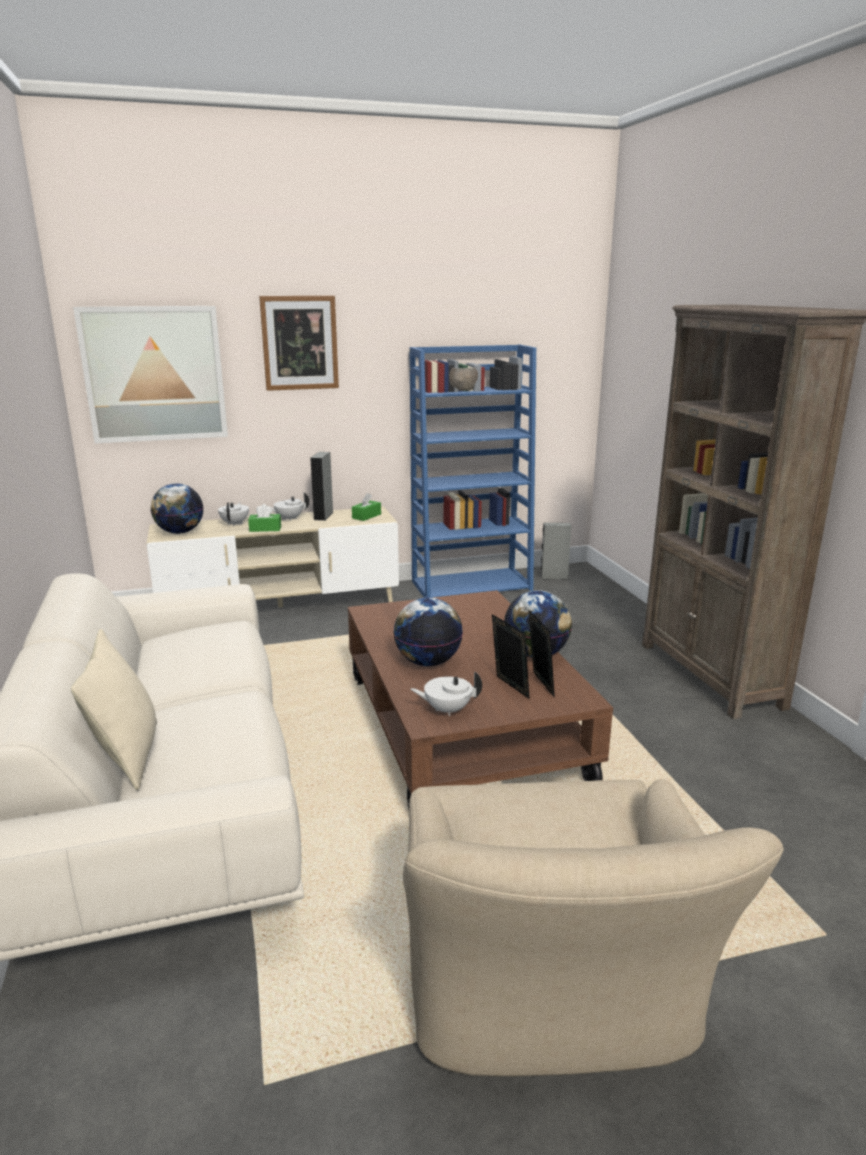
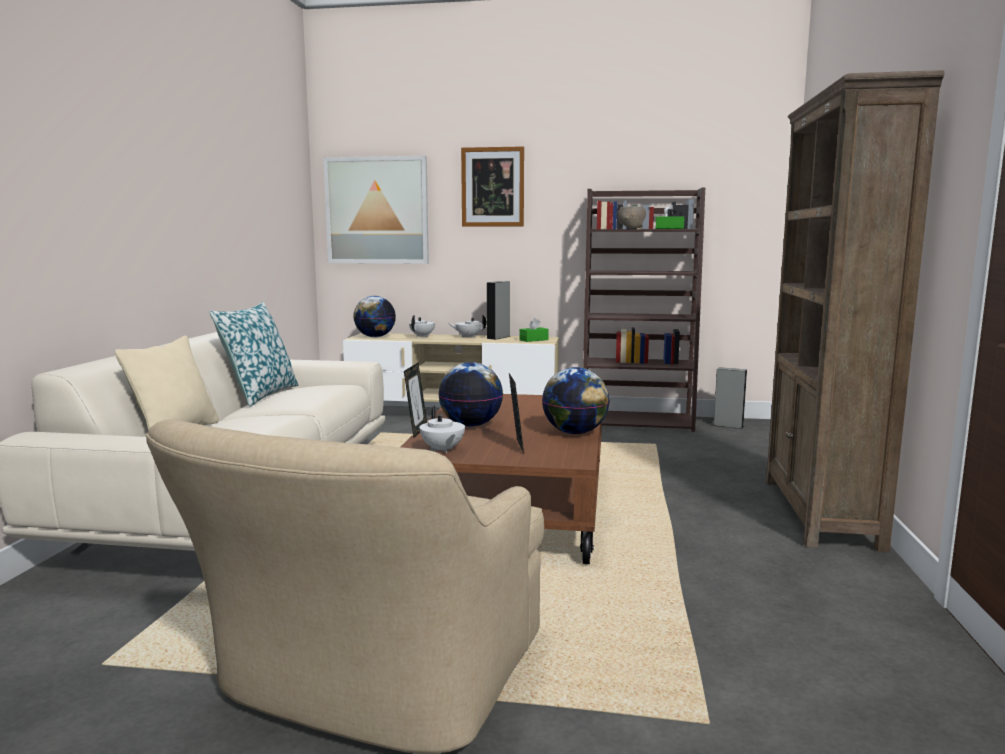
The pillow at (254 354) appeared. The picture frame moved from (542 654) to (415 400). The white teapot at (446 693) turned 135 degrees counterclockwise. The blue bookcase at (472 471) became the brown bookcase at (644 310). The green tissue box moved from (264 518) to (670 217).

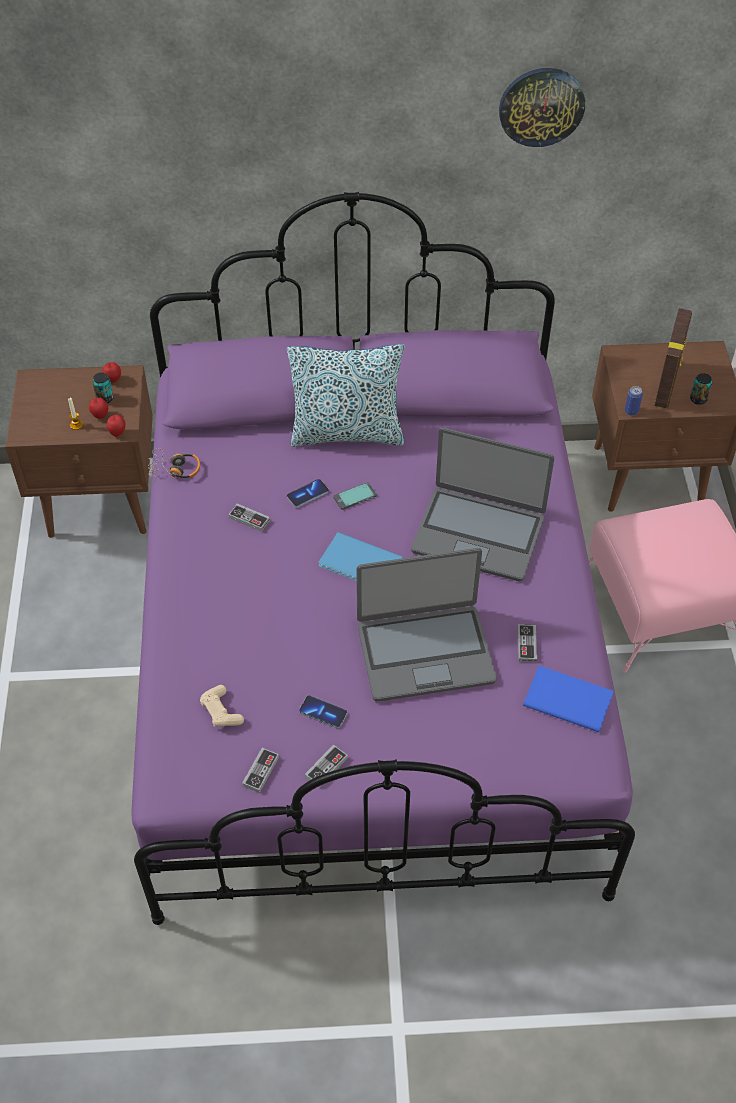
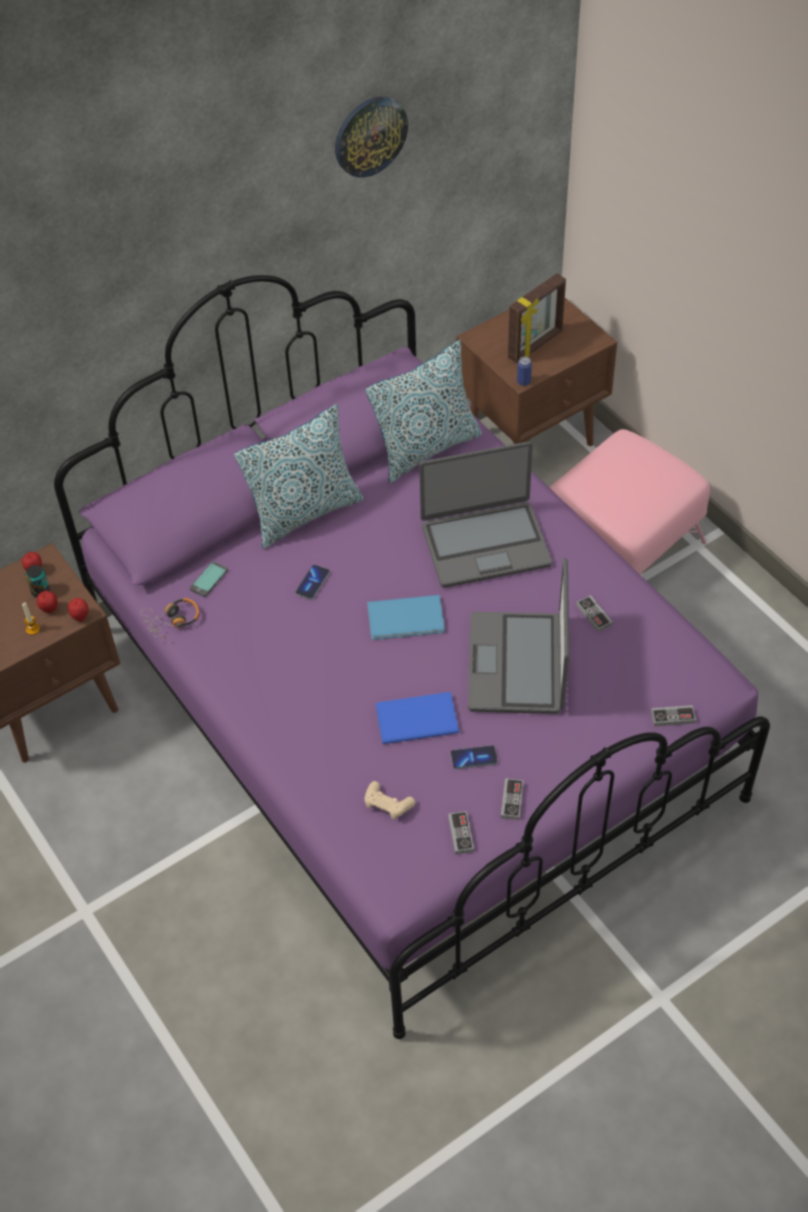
The phone moved from (355 496) to (209 579). The pillow at (423 411) appeared. The blue book moved from (568 699) to (417 718). The laptop at (426 625) turned 135 degrees clockwise. The picture frame at (673 358) turned 60 degrees clockwise. The game controller moved from (249 518) to (673 715). The can at (701 389) disappeared.

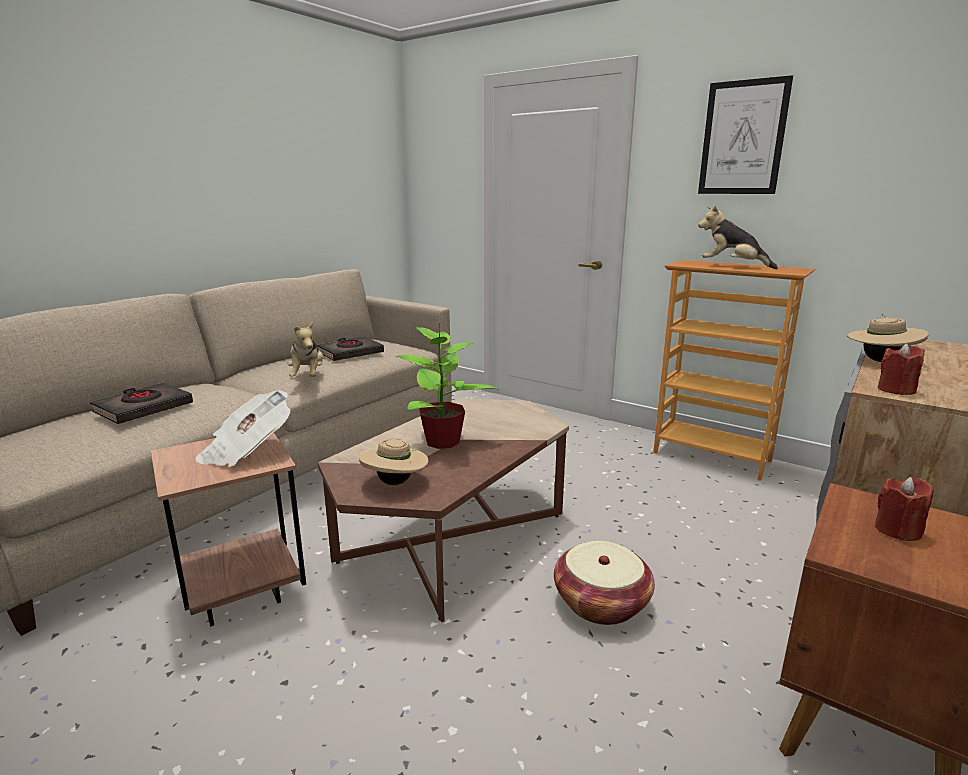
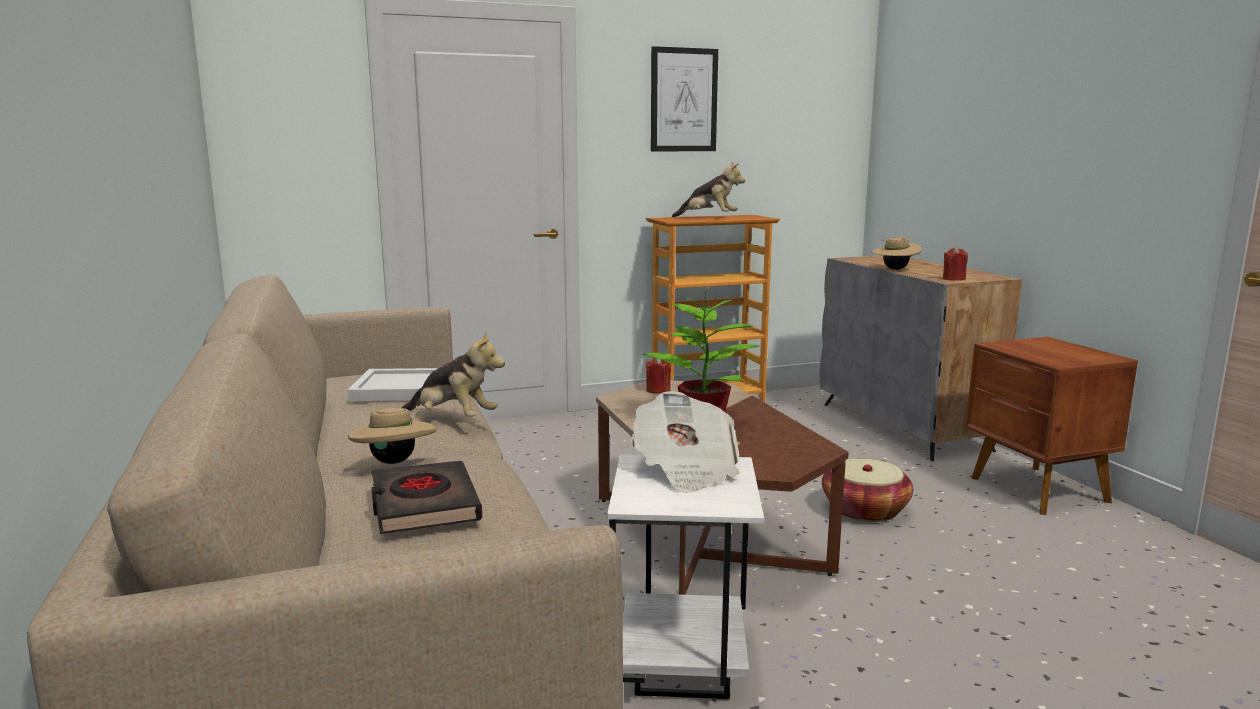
The black book at (350 349) was replaced by the white tray at (393 384). The beige hat moved from (394 462) to (392 434). The brown side table at (228 529) became the white side table at (685 576). The red candle moved from (904 509) to (658 376). The plush toy at (738 237) turned 135 degrees counterclockwise.

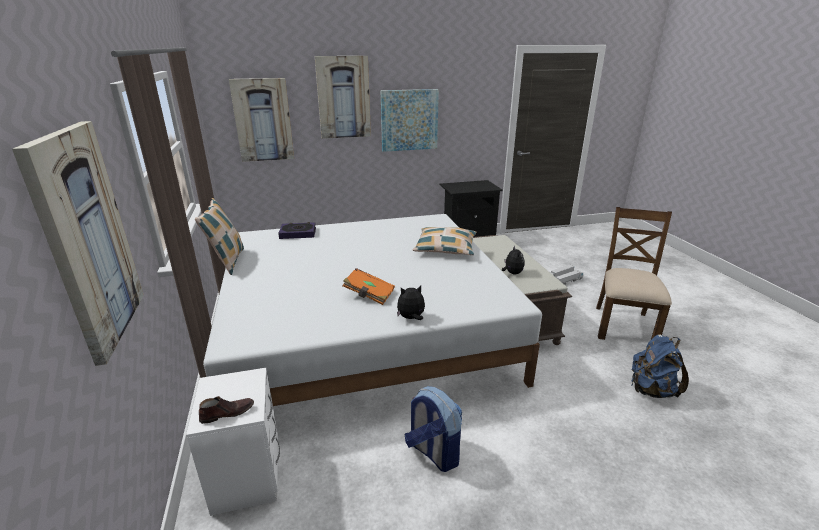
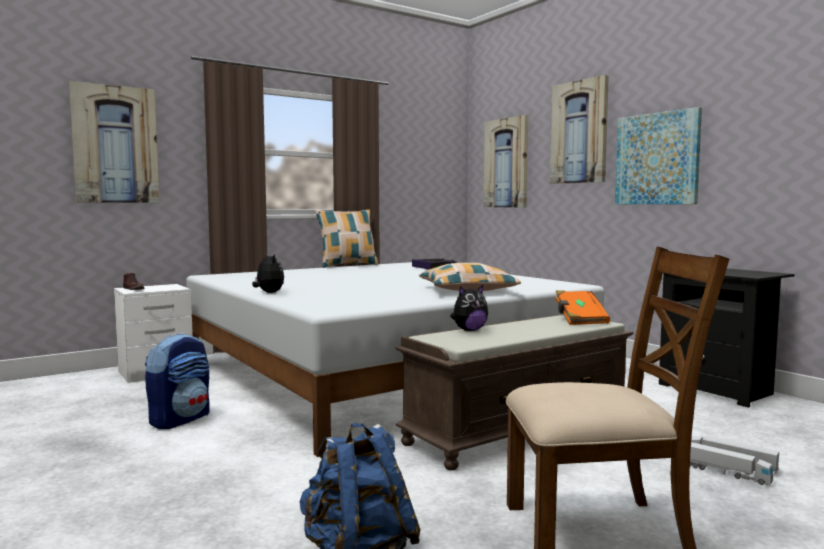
The orange book moved from (368 286) to (582 307).

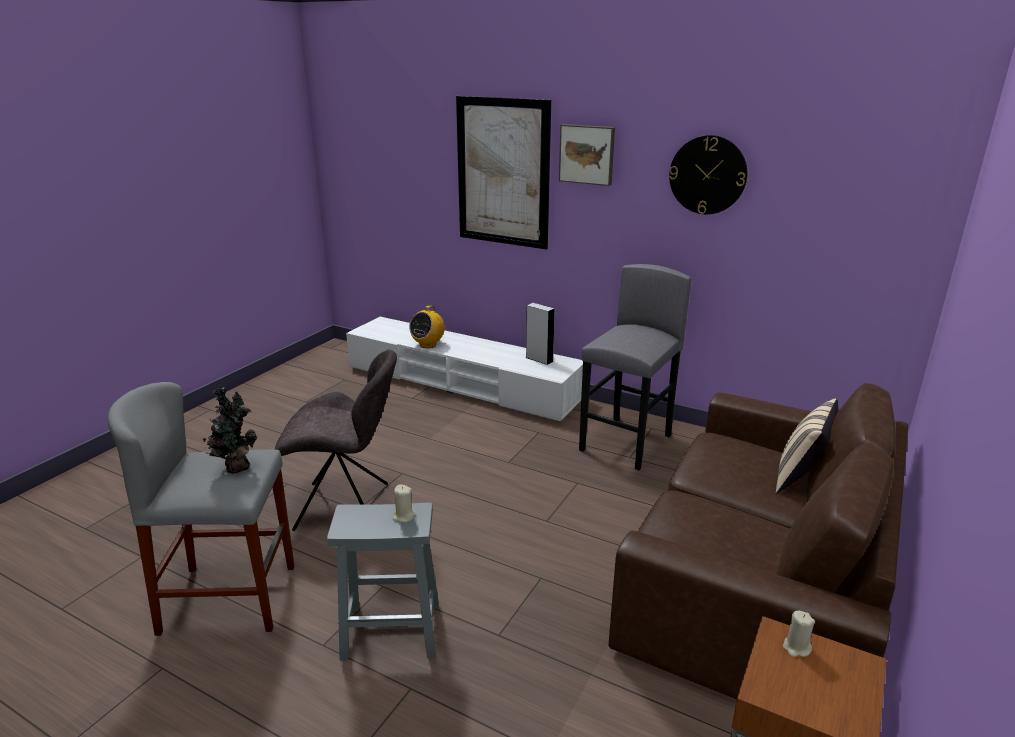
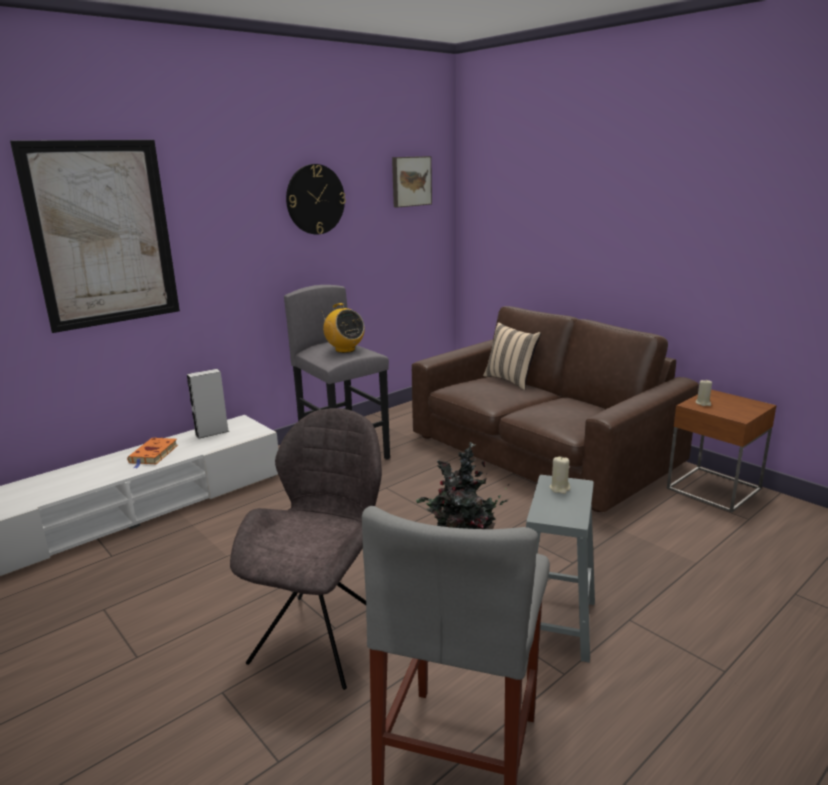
The orange book at (152 453) appeared. The radio moved from (427 327) to (343 328). The picture moved from (587 155) to (412 182).

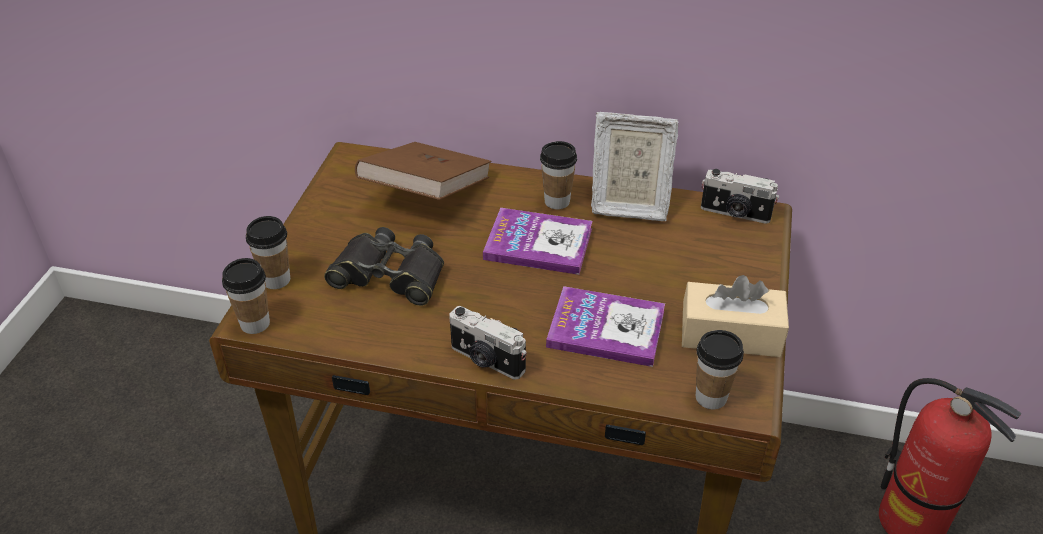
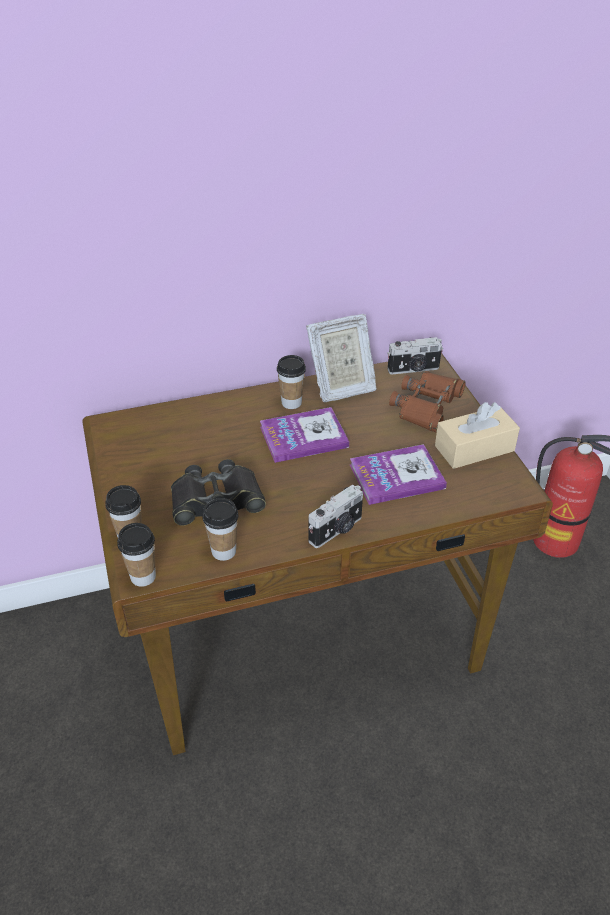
The cup moved from (720 369) to (220 529). The photo camera at (488 343) turned 45 degrees counterclockwise. The brown binoculars at (427 402) appeared. The brown book at (423 171) disappeared.

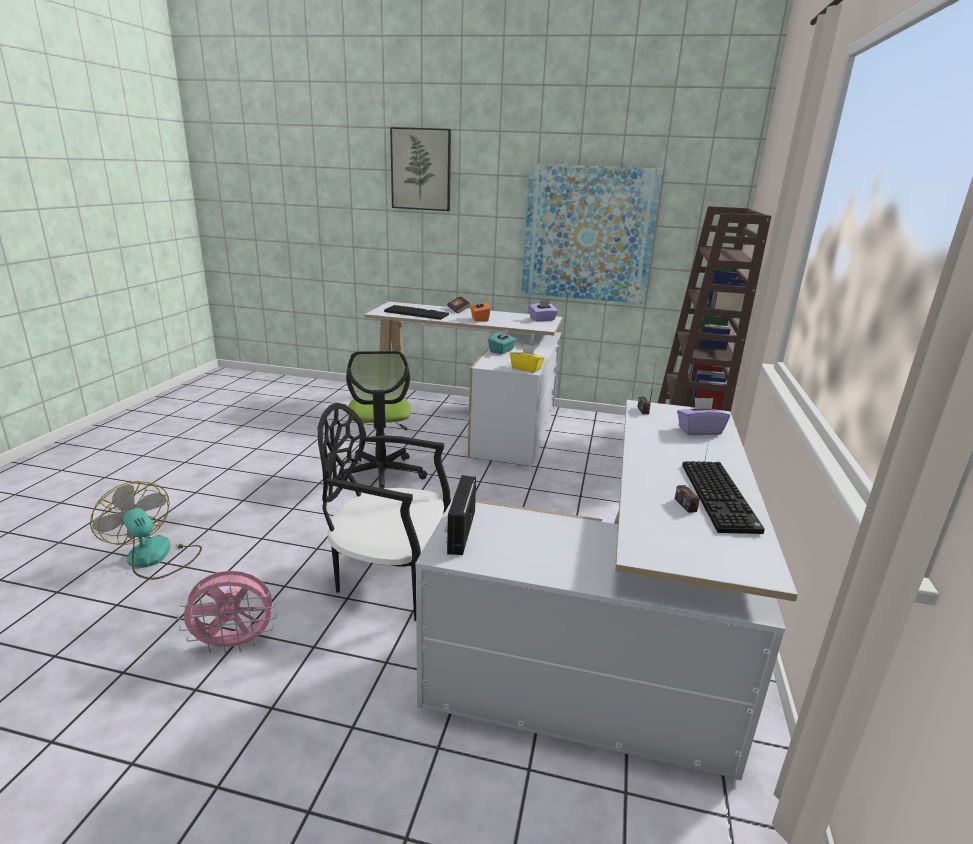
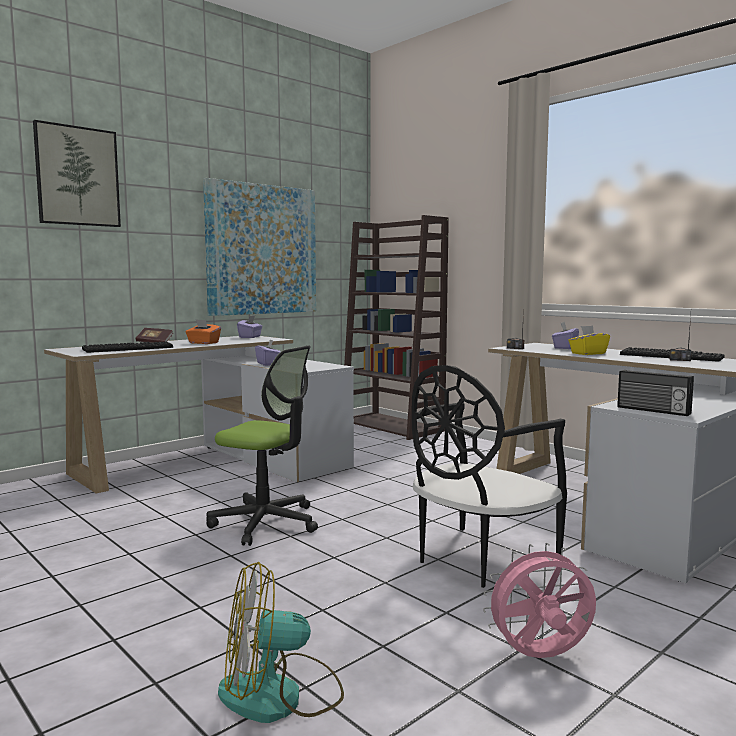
The turquoise tissue box at (502 341) became the purple tissue box at (268 353). The pink fan at (227 612) turned 120 degrees counterclockwise. The yellow tissue box moved from (527 358) to (589 340).

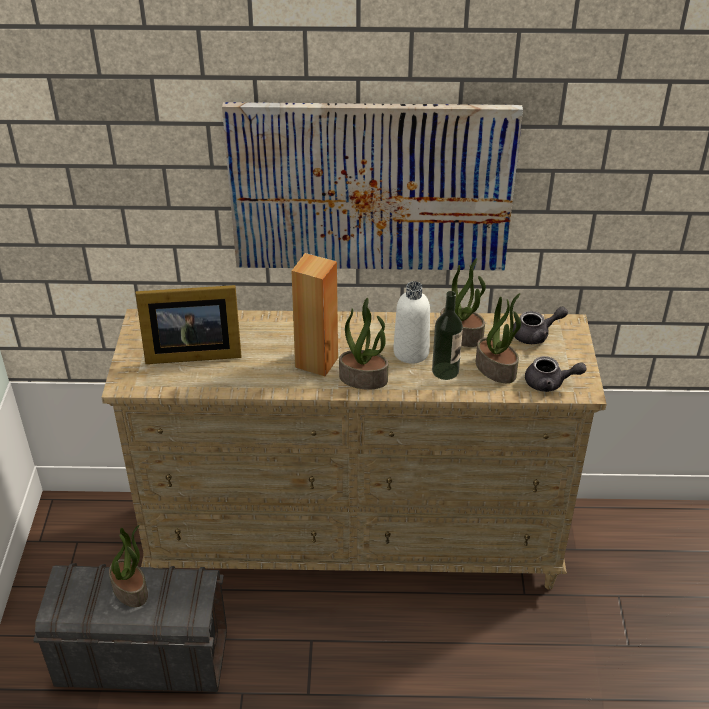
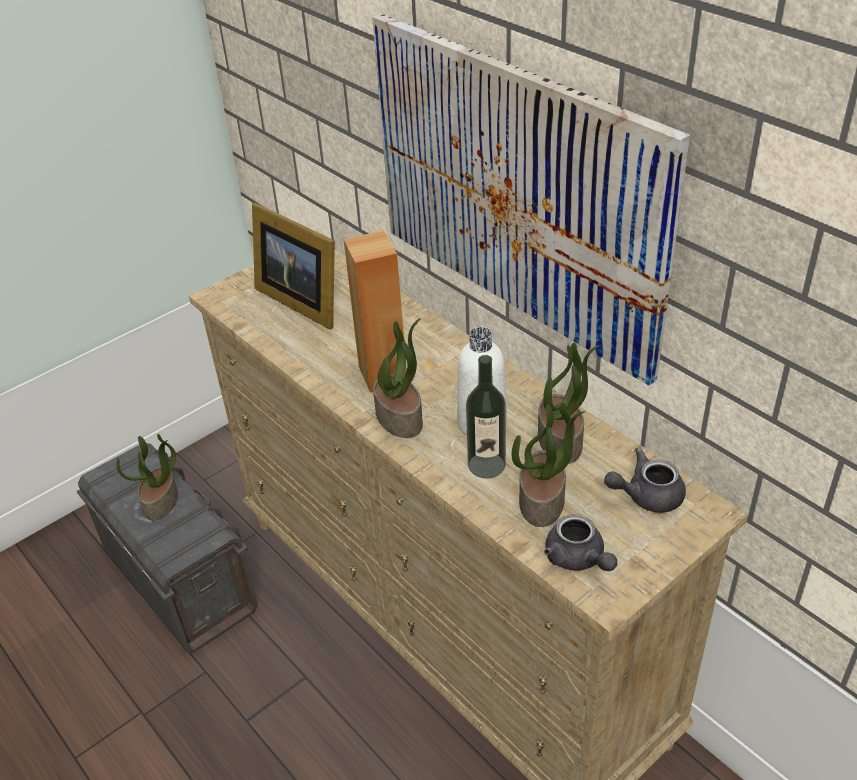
The grey teapot at (540 325) turned 135 degrees clockwise.

